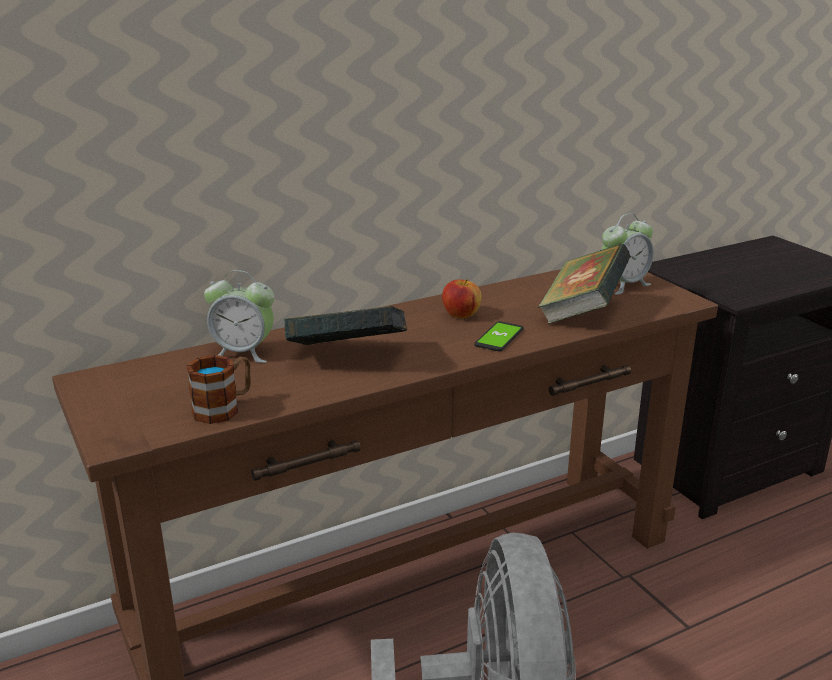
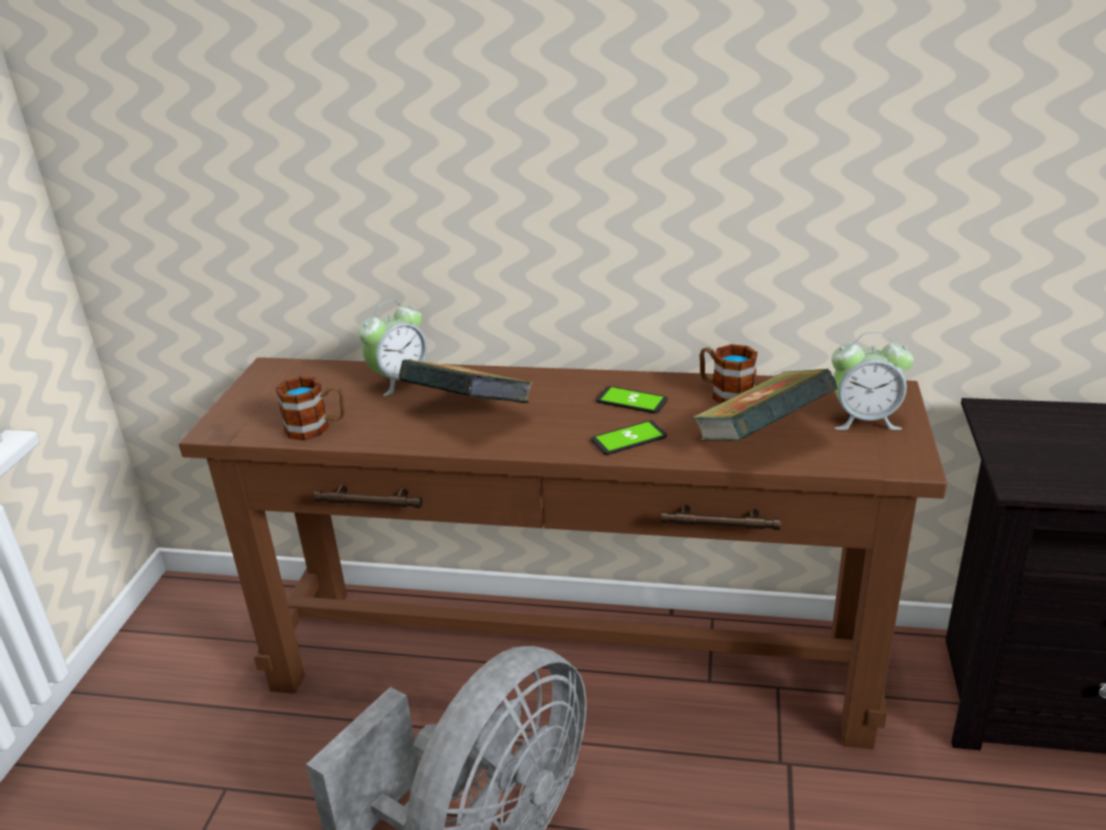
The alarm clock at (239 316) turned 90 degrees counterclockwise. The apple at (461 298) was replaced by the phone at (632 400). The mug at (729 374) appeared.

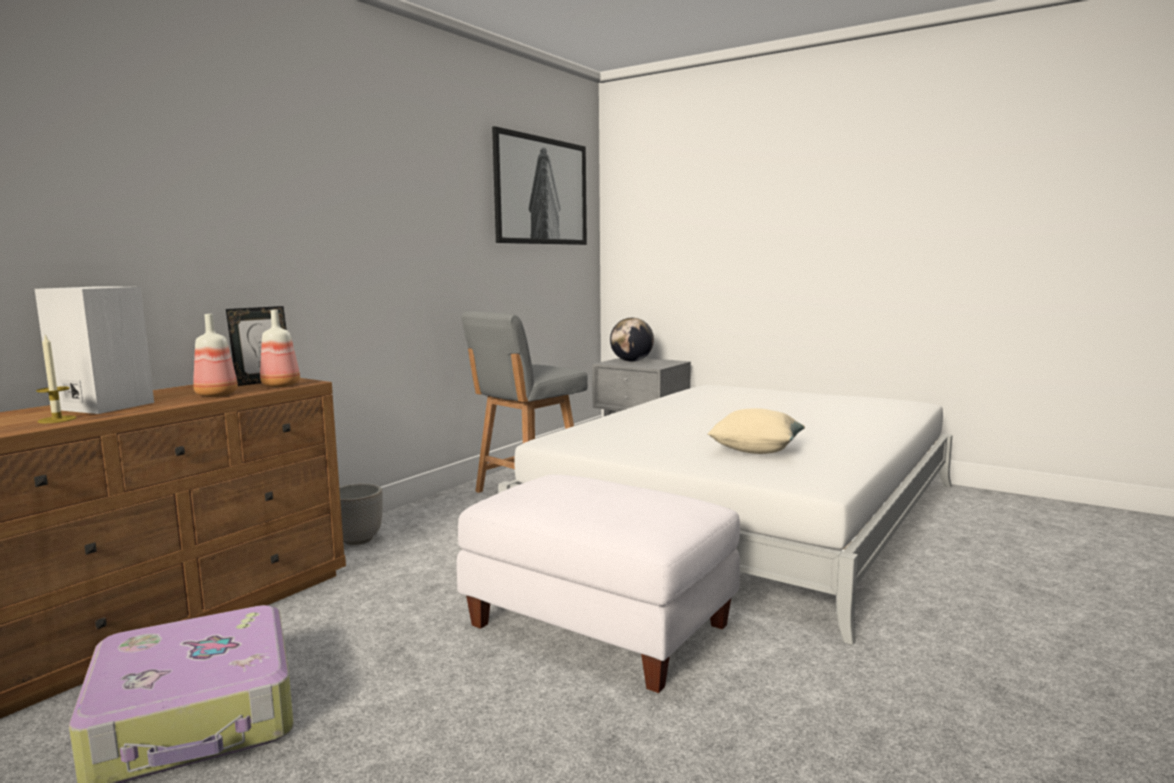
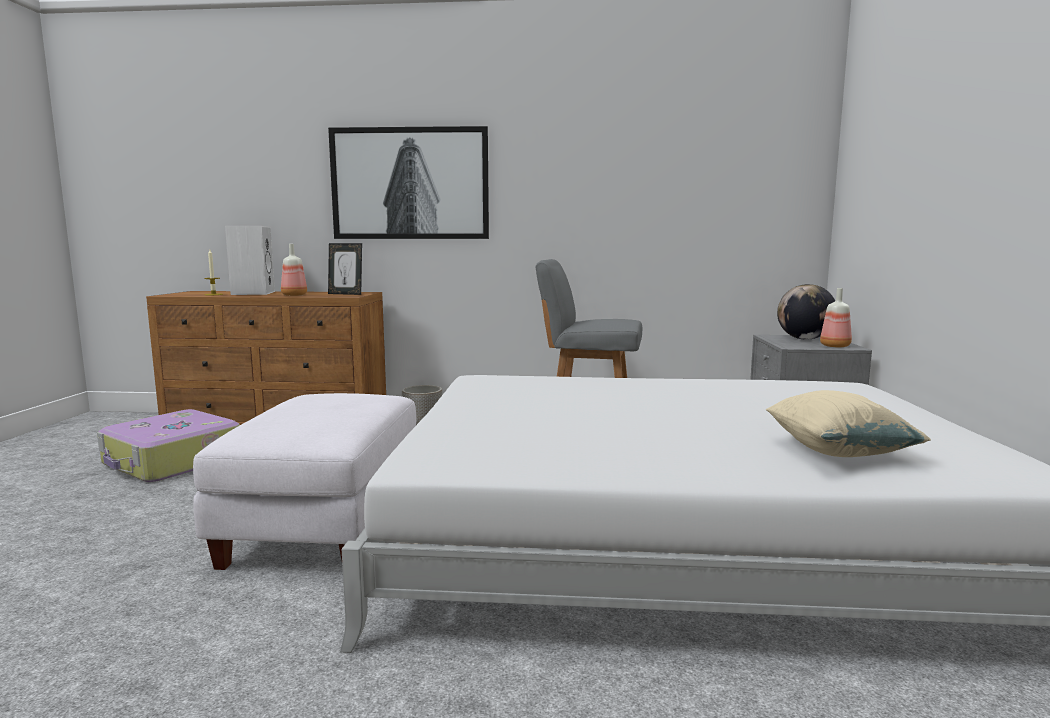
The picture moved from (539 185) to (408 182). The beige pillow moved from (756 431) to (848 423). The bottle moved from (280 348) to (836 317).

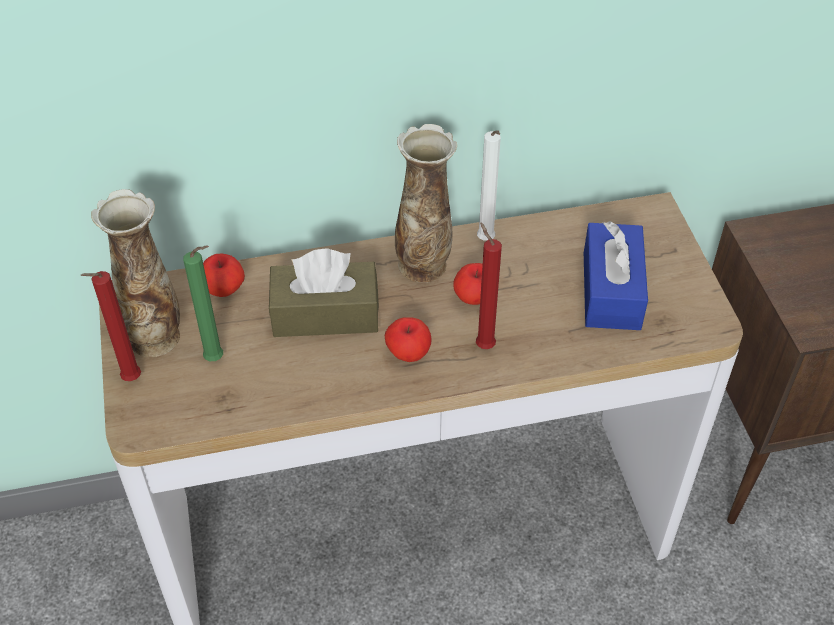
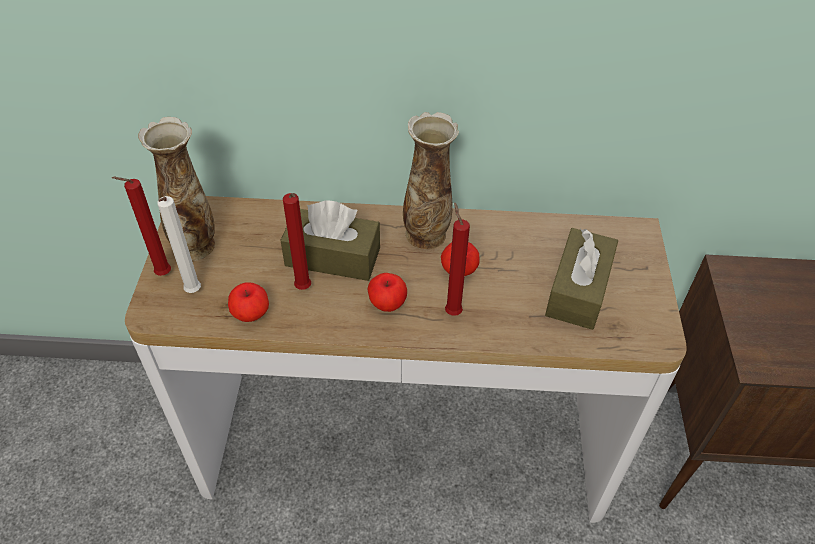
The white candle moved from (489 185) to (179 244). The apple moved from (224 275) to (248 302). The red candle at (297 241) appeared. The blue tissue box at (616 275) became the brown tissue box at (581 279). The green candle at (203 303) disappeared.

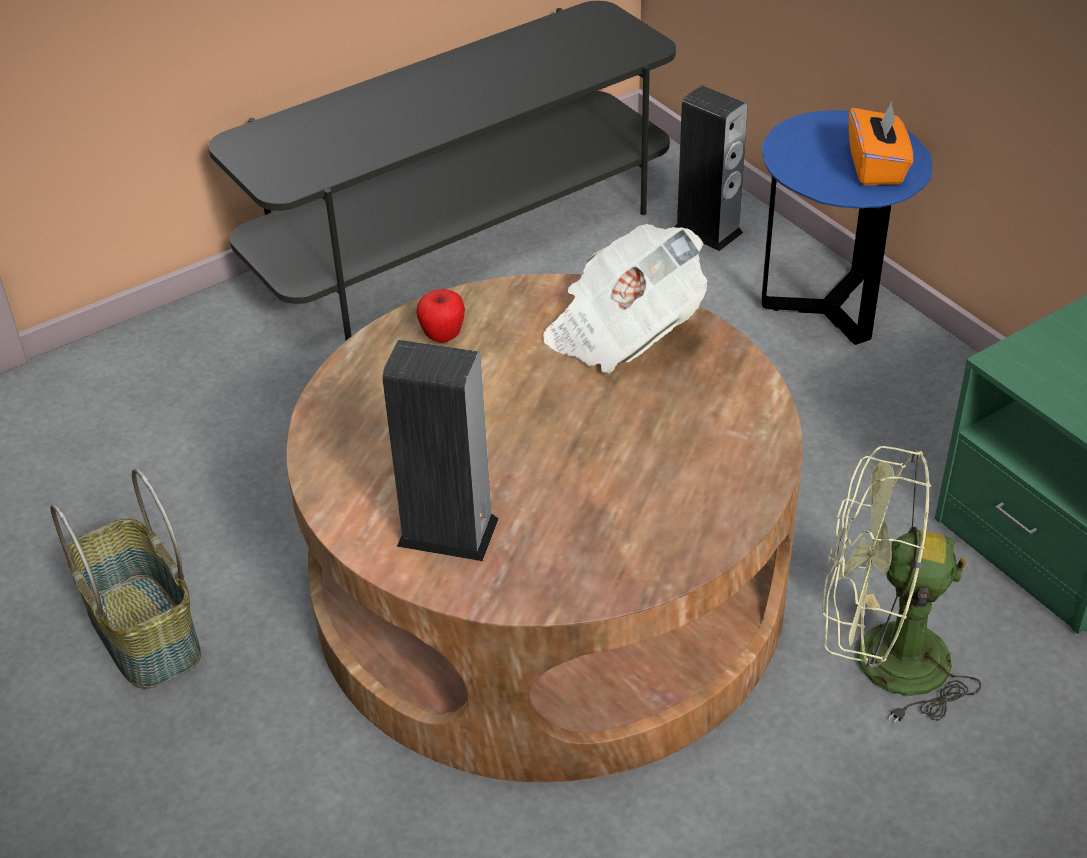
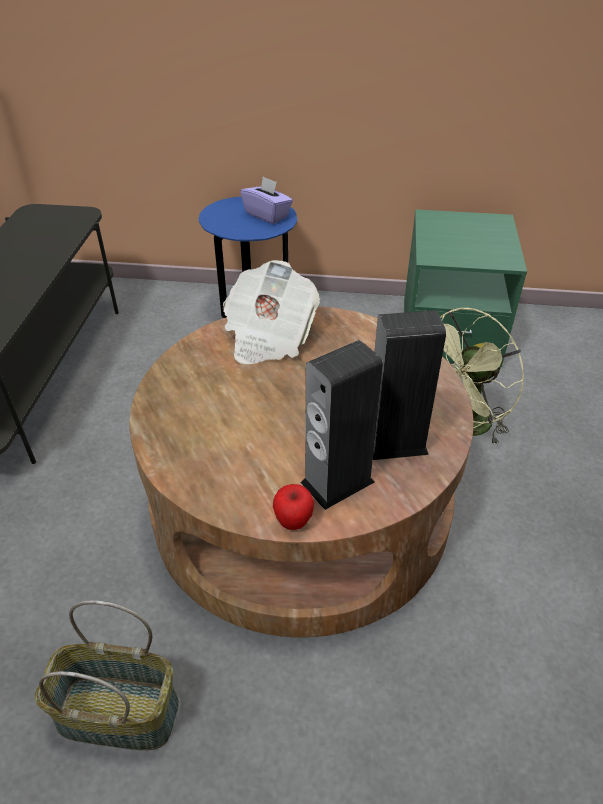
The orange tissue box at (881 143) became the purple tissue box at (266 200). The apple moved from (440 316) to (293 507). The speaker moved from (711 168) to (409 385).

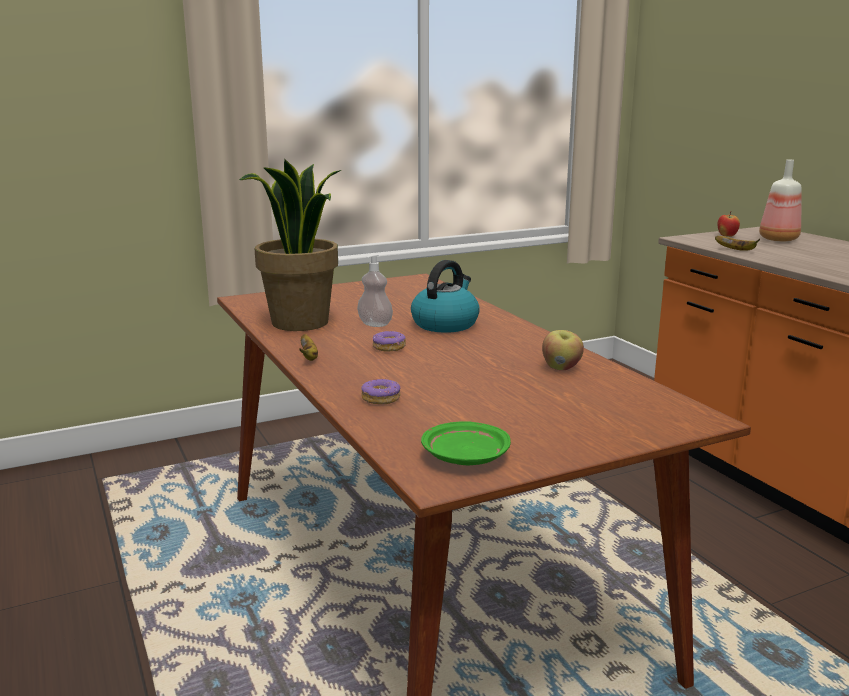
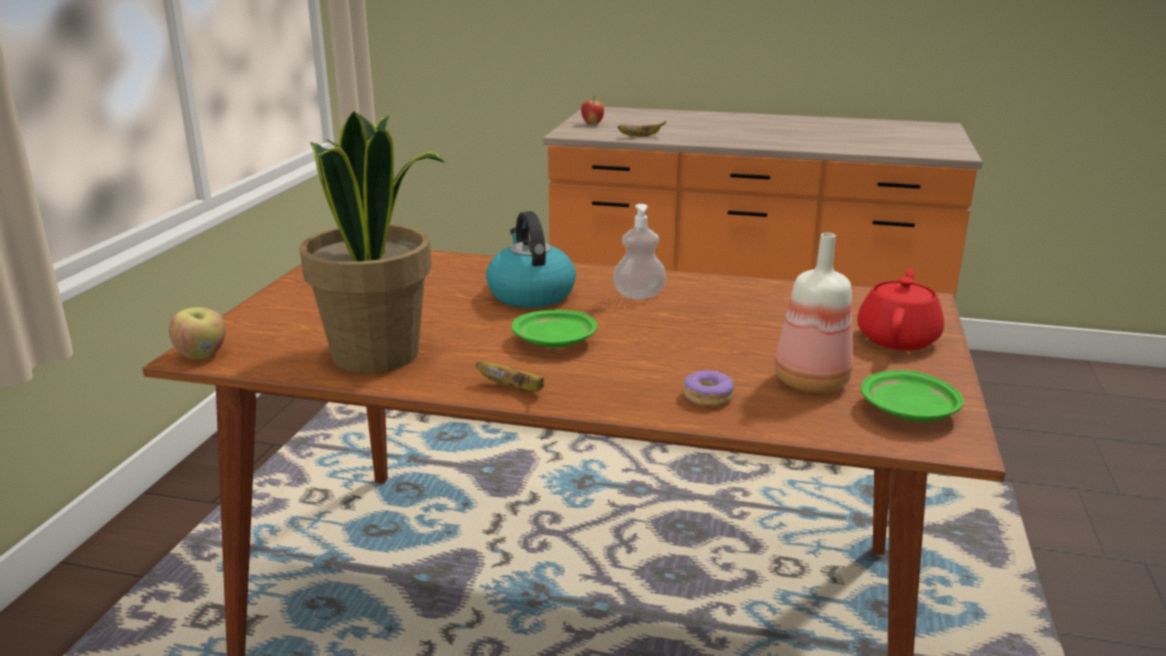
The apple moved from (563 350) to (197 333). The donut at (389 341) was replaced by the green plate at (555 329). The soap dispenser moved from (375 290) to (639 251). The bottle moved from (780 200) to (814 313). The red teapot at (900 309) appeared.

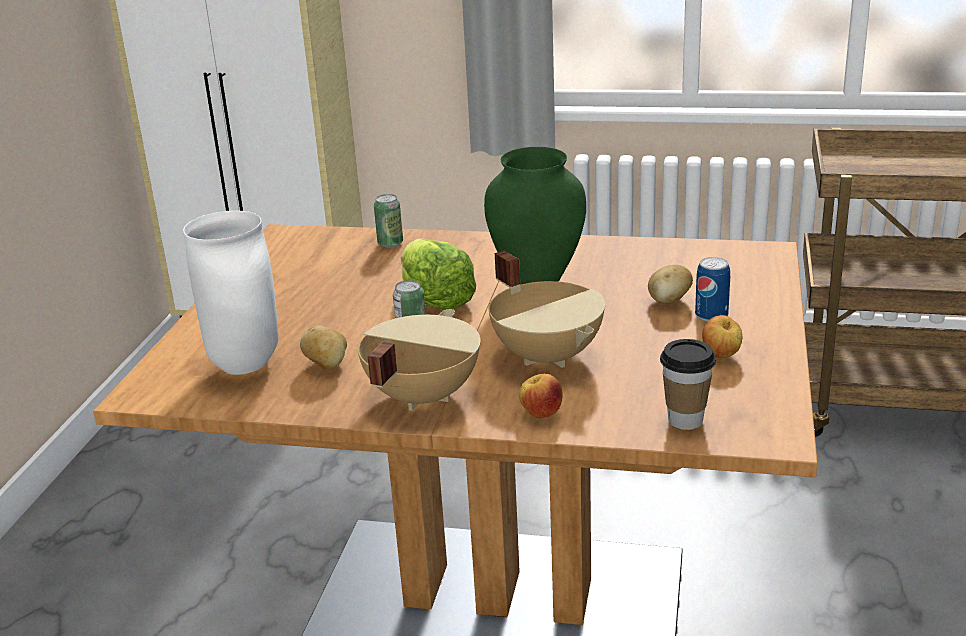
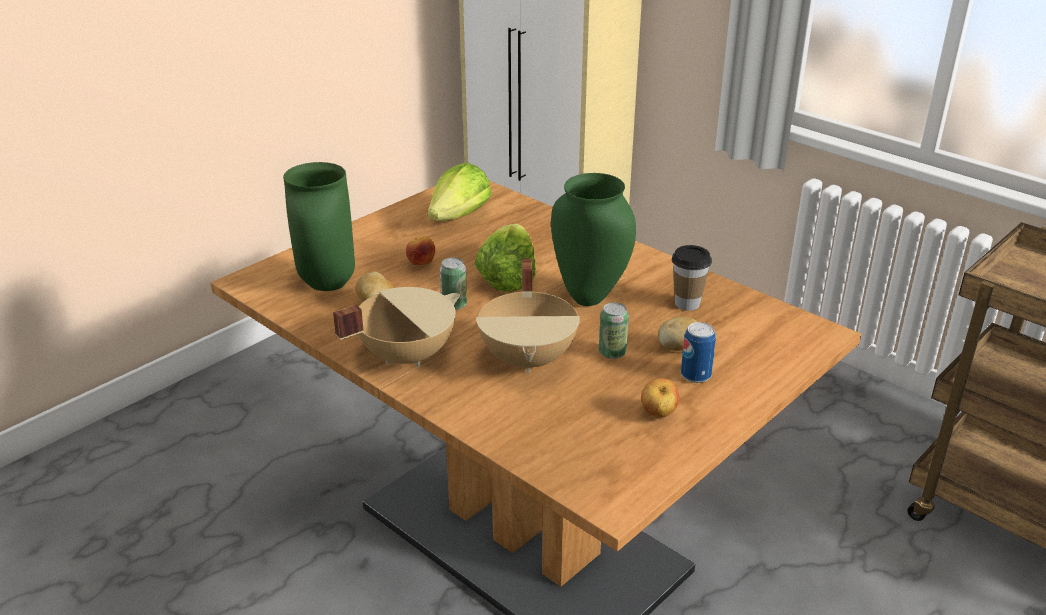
The white vase at (231 292) became the green vase at (319 226). The apple moved from (541 396) to (420 250). The lettuce at (459 192) appeared. The can moved from (388 221) to (614 330). The cup moved from (688 384) to (692 278).

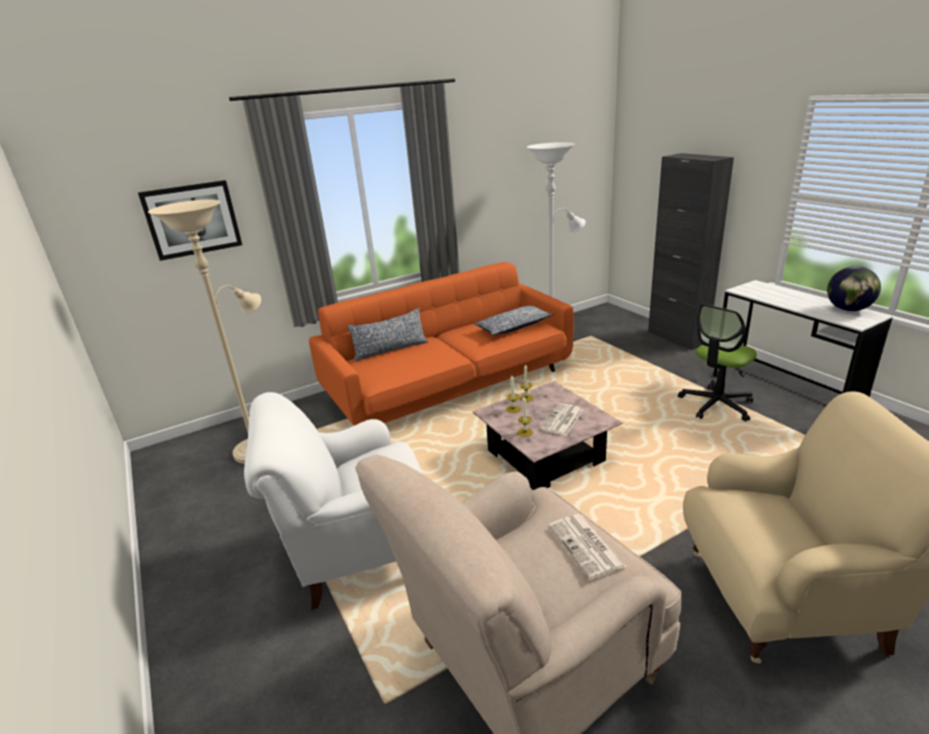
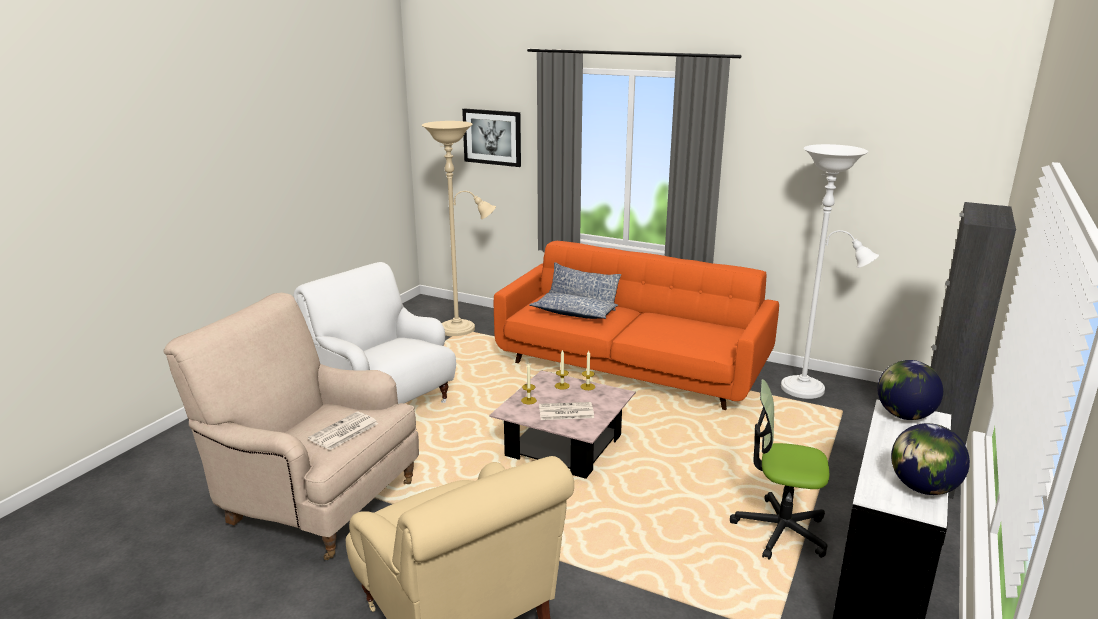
The pillow moved from (514 320) to (573 306). The globe at (910 390) appeared.

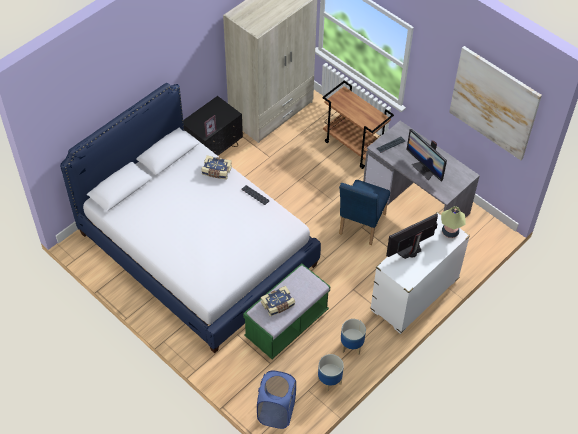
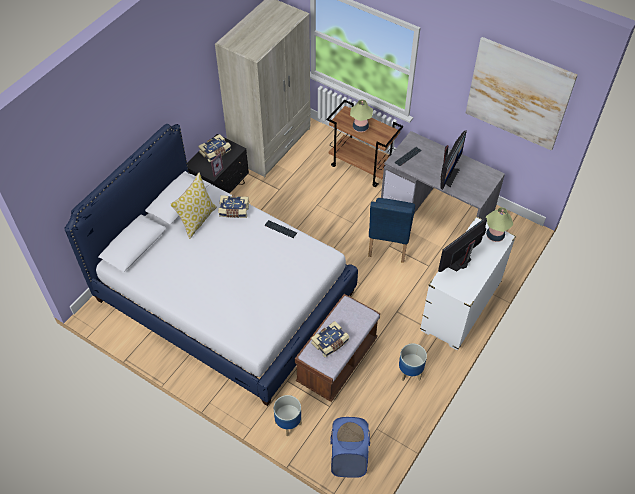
The pillow at (193 205) appeared. The book at (214 148) appeared. The planter moved from (331 373) to (288 415). The green bench at (286 311) became the brown bench at (337 348). The table lamp at (361 115) appeared. The monitor at (427 155) turned 105 degrees counterclockwise.

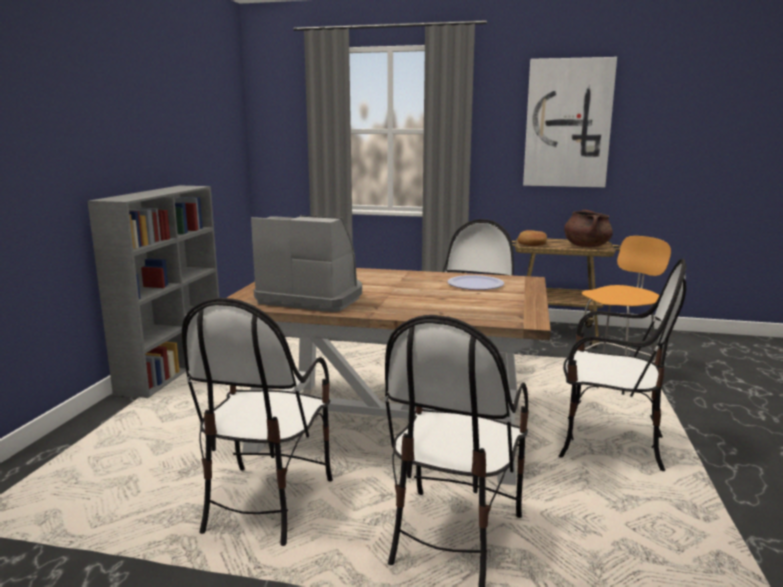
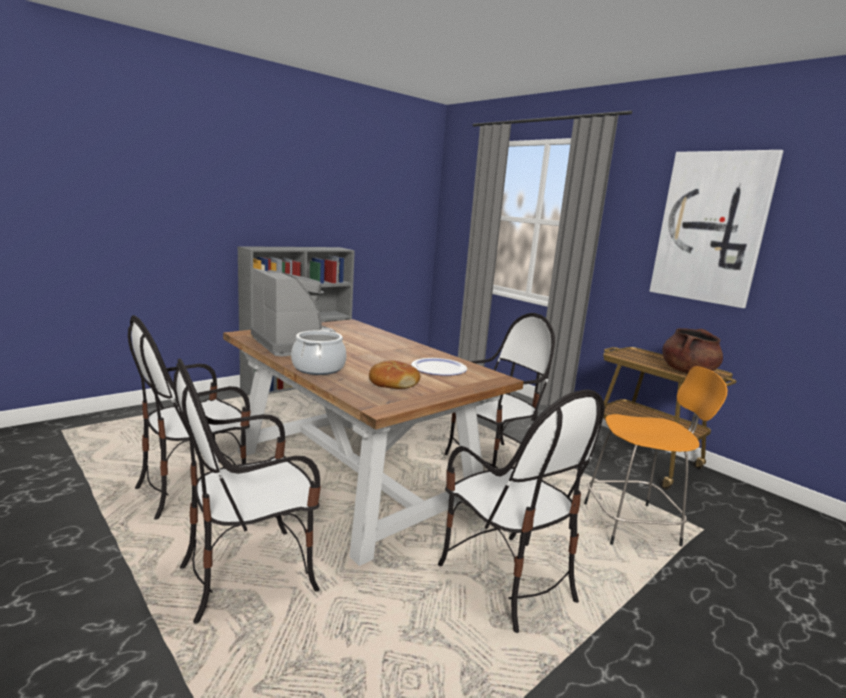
The cooking pot at (318 351) appeared. The bread moved from (532 238) to (394 374).

